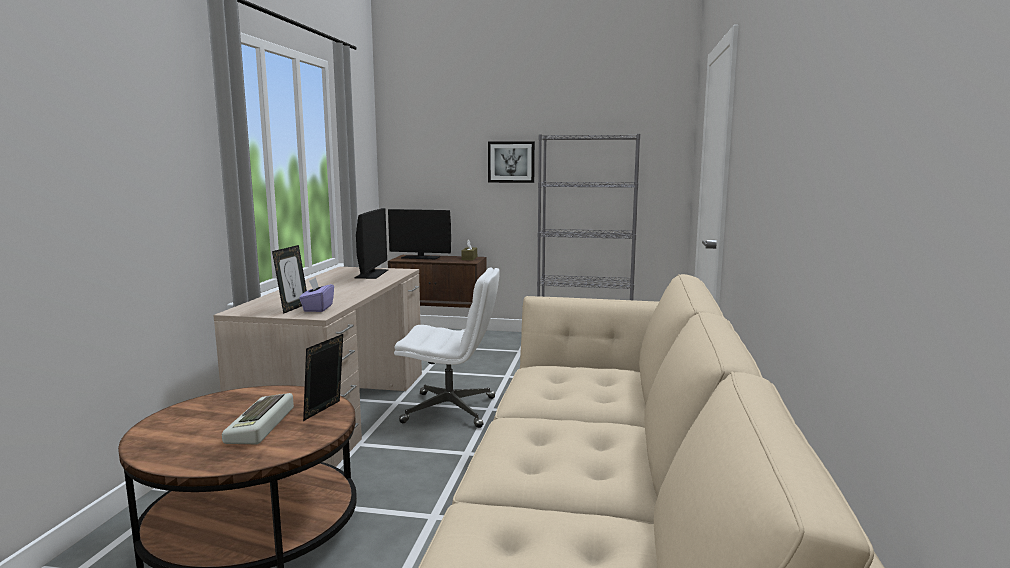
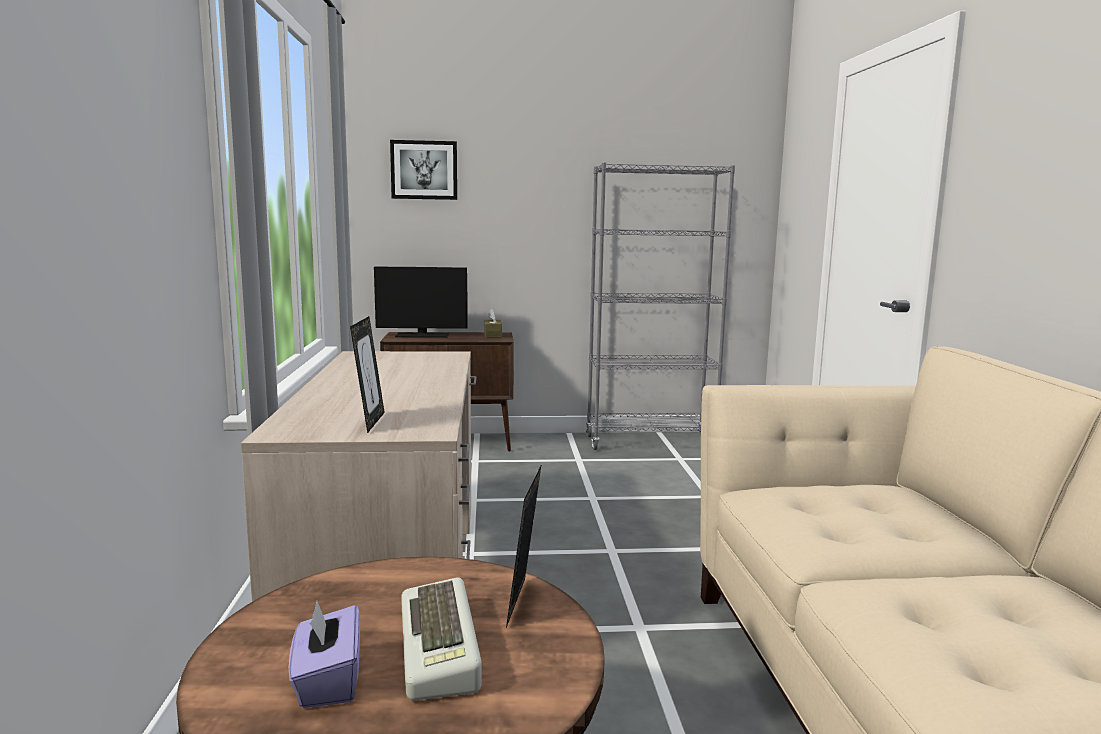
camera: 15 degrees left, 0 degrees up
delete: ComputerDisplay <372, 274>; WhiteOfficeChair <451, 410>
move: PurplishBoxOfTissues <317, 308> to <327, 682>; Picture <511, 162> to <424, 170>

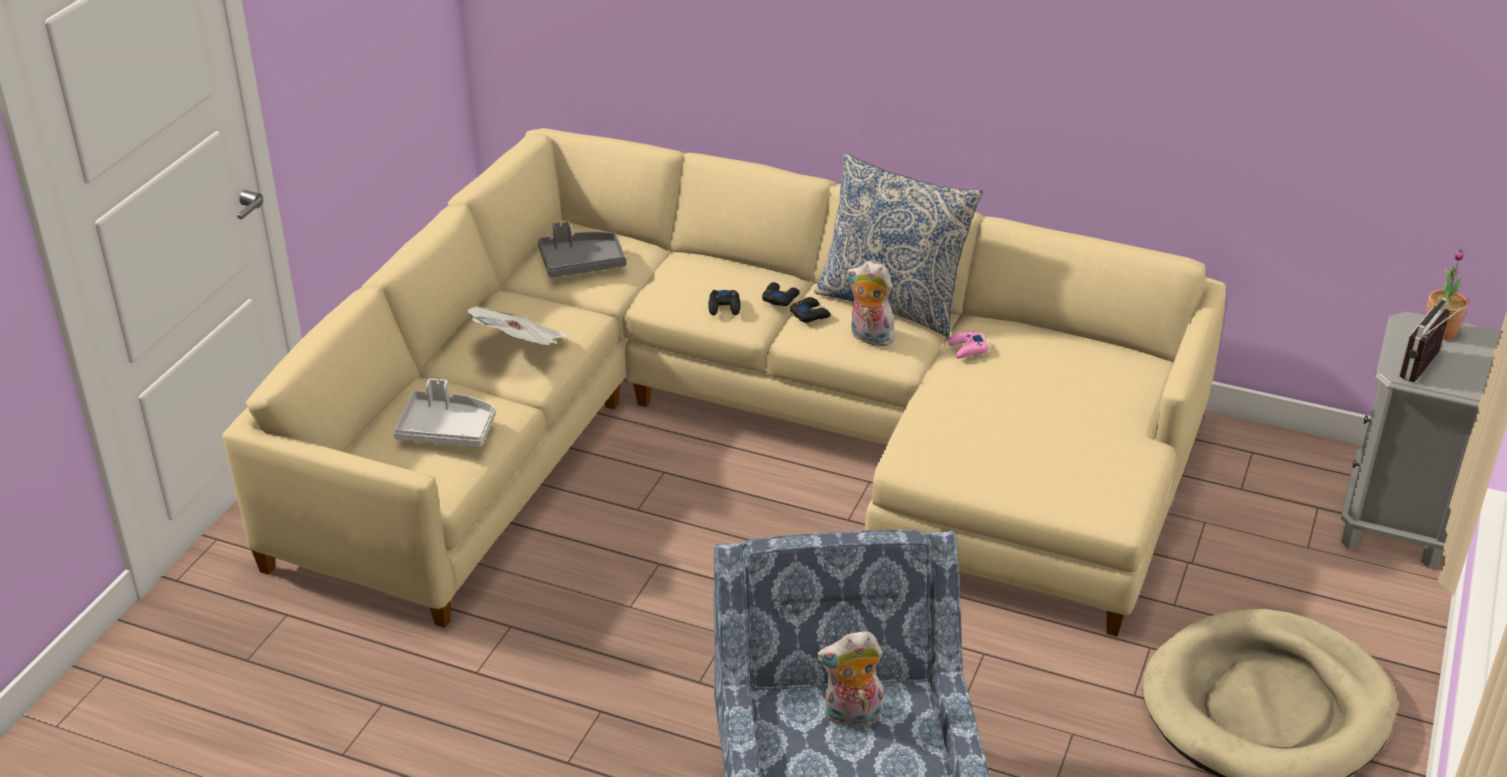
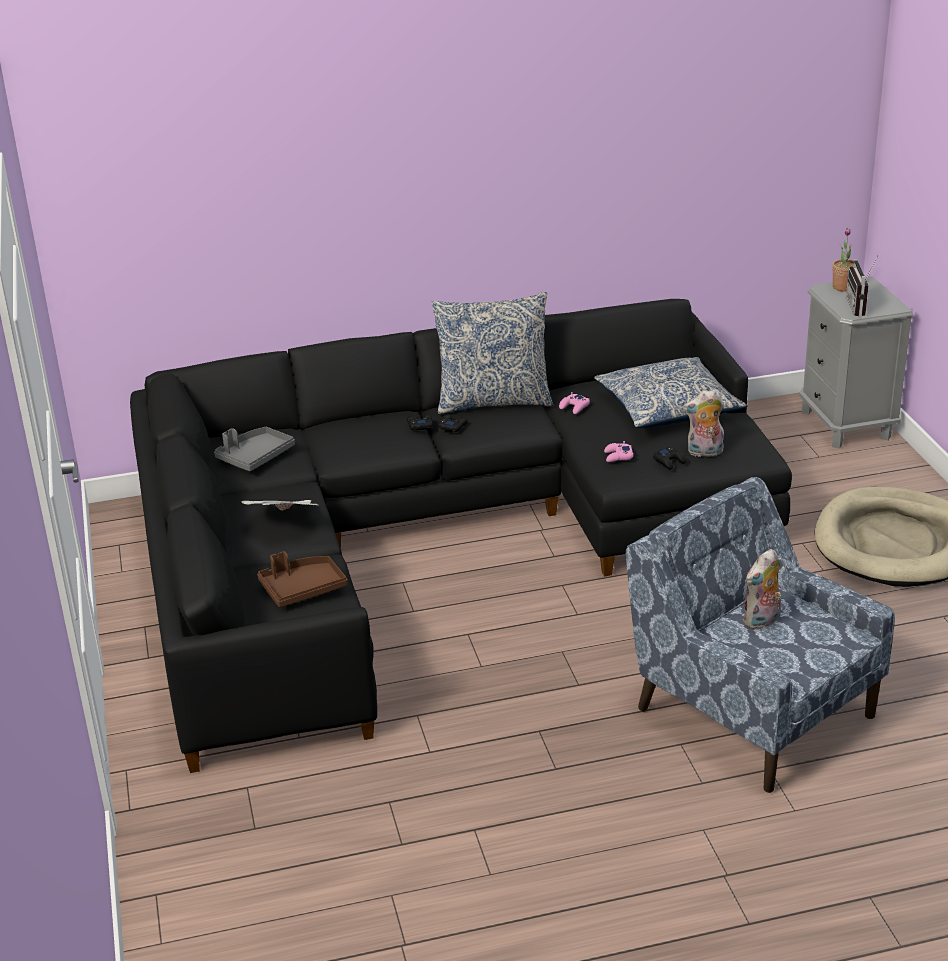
camera: 35 degrees left, 5 degrees down
insert: Pillow <668, 407>; PinkishJoypad <618, 456>
move: BlackishJoypad <724, 307> to <669, 461>; CuddlyToy <869, 337> to <704, 452>
recolor: SandColouredCouch <742, 437> to BlackishCouch <428, 540>; GreyServingTray <447, 430> to BrownishServingTray <302, 589>

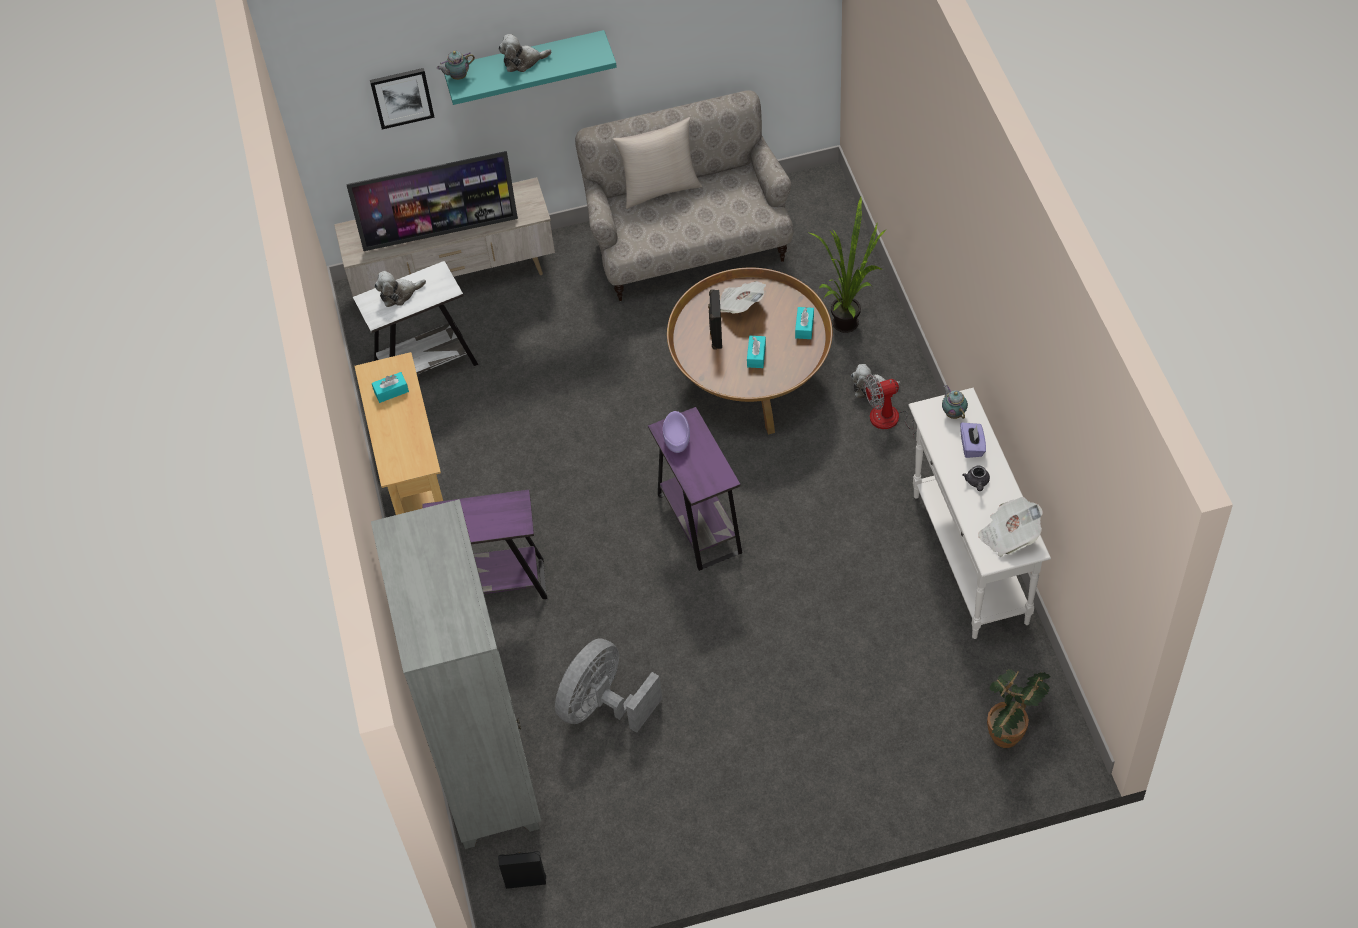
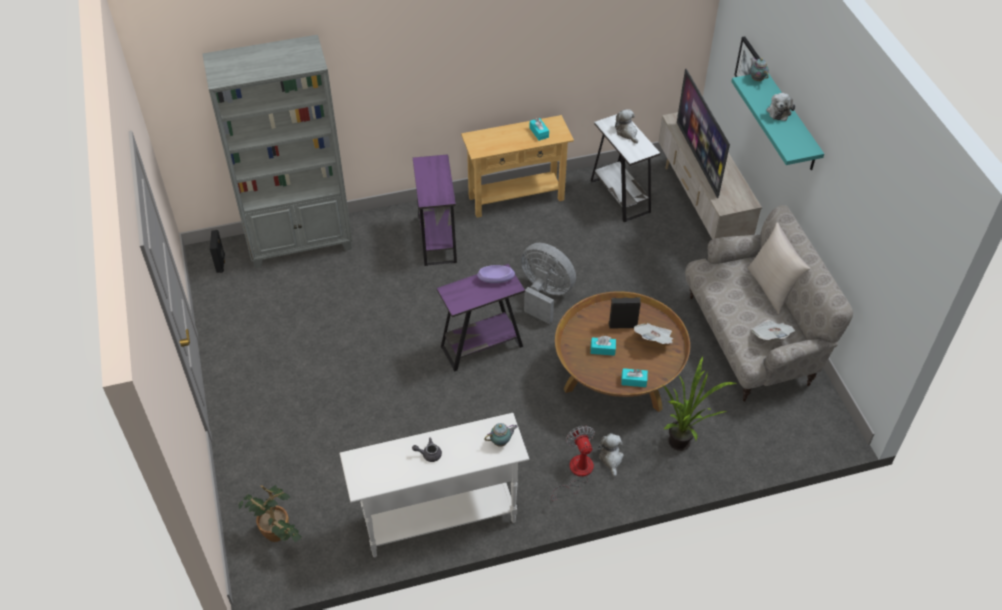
camera: 85 degrees right, 5 degrees down
delete: PurplishBoxOfTissues <972, 446>
move: GreyElectricFan <603, 706> to <544, 295>; PrintedPaper <1009, 535> to <770, 336>
rotate: CuddlyToy <523, 61> = <779, 111> 150 degrees counterclockwise

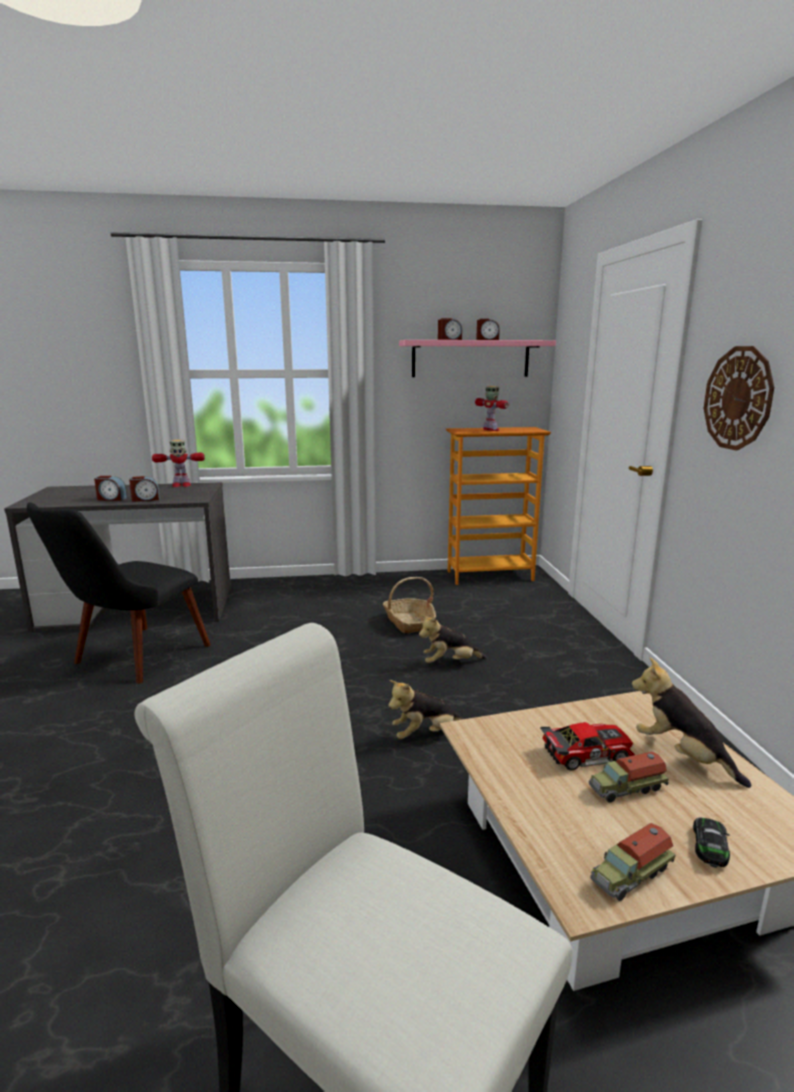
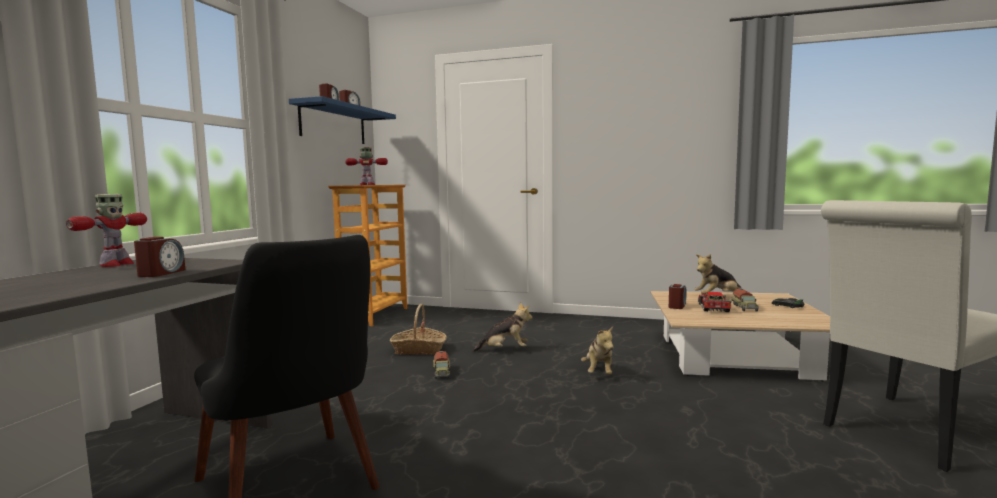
camera: 65 degrees left, 10 degrees down
delete: HangingClock <738, 398>
move: AlarmClock <111, 499> to <677, 306>; ModelTruck <630, 874> to <442, 373>
recolor: PinkishShelf <470, 359> to BlueShelf <333, 124>
rotate: CuddlyToy <450, 663> = <505, 350> 105 degrees counterclockwise

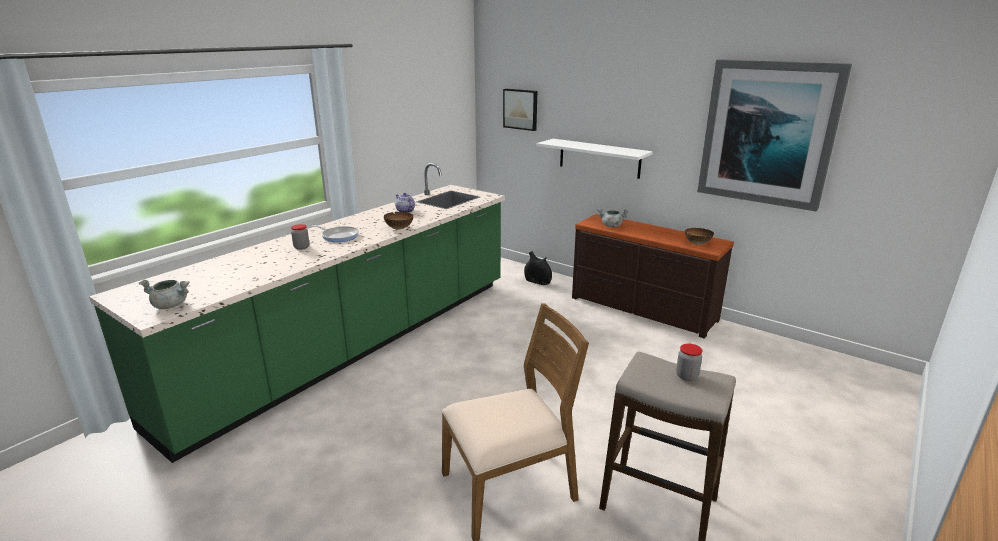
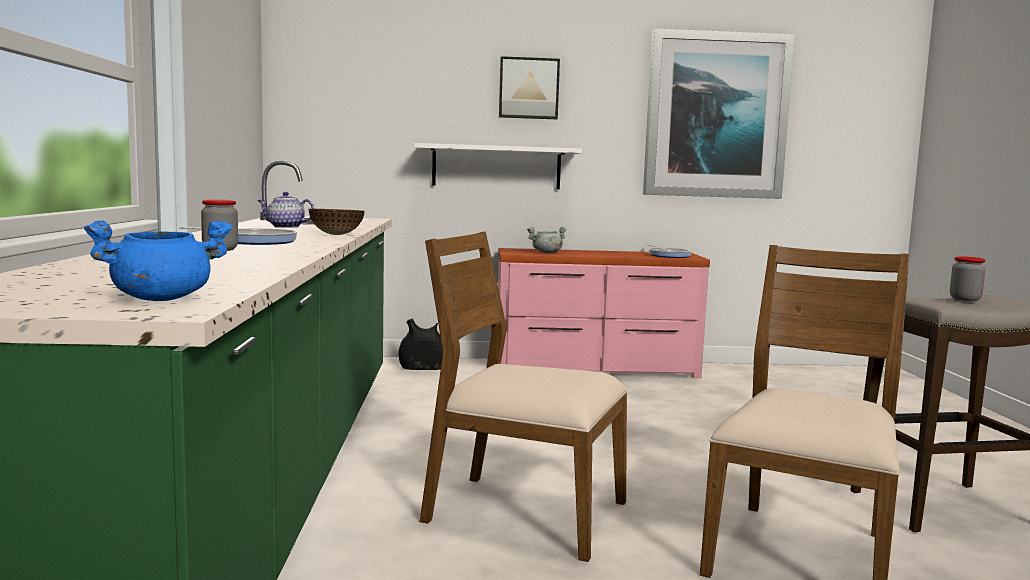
camera: 40 degrees left, 15 degrees down
insert: BrownishChair <523, 512>
move: Picture <521, 109> to <528, 88>
replace: Bowl <697, 243> to Skillet <668, 255>
recolor: GreyCookingPot <171, 305> to BlueCookingPot <162, 299>; BrownishDresser <642, 309> to PinkishDresser <595, 369>

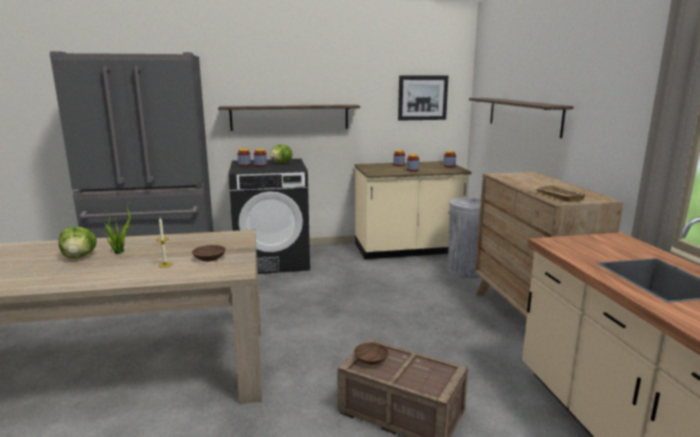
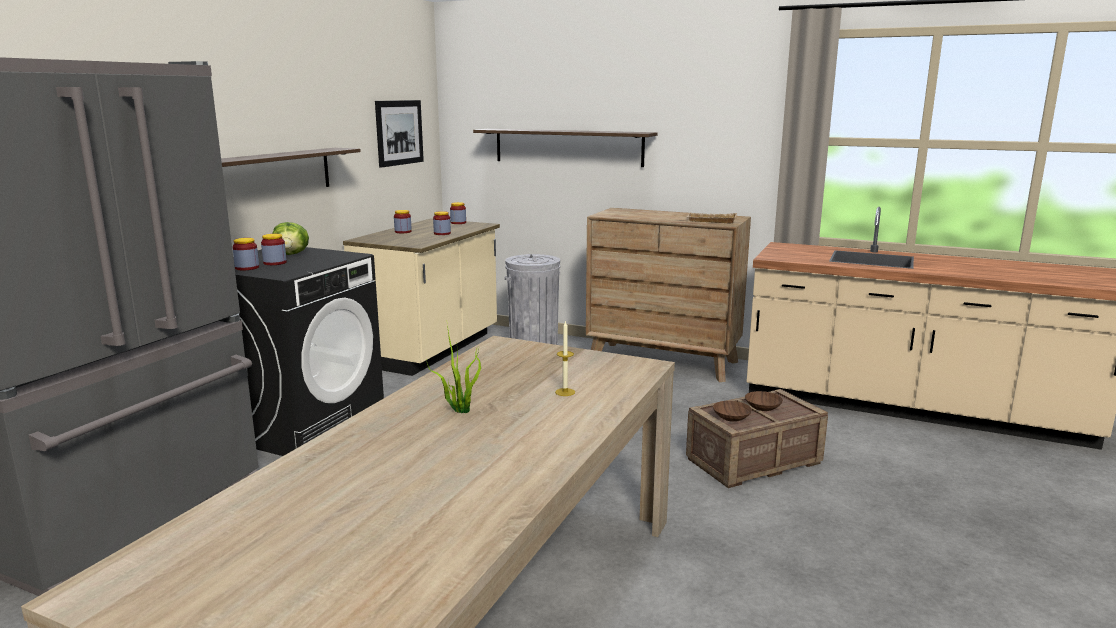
camera: 55 degrees left, 0 degrees up
delete: HeadOfLettuce <79, 257>
move: BrownishBowl <210, 258> to <762, 406>

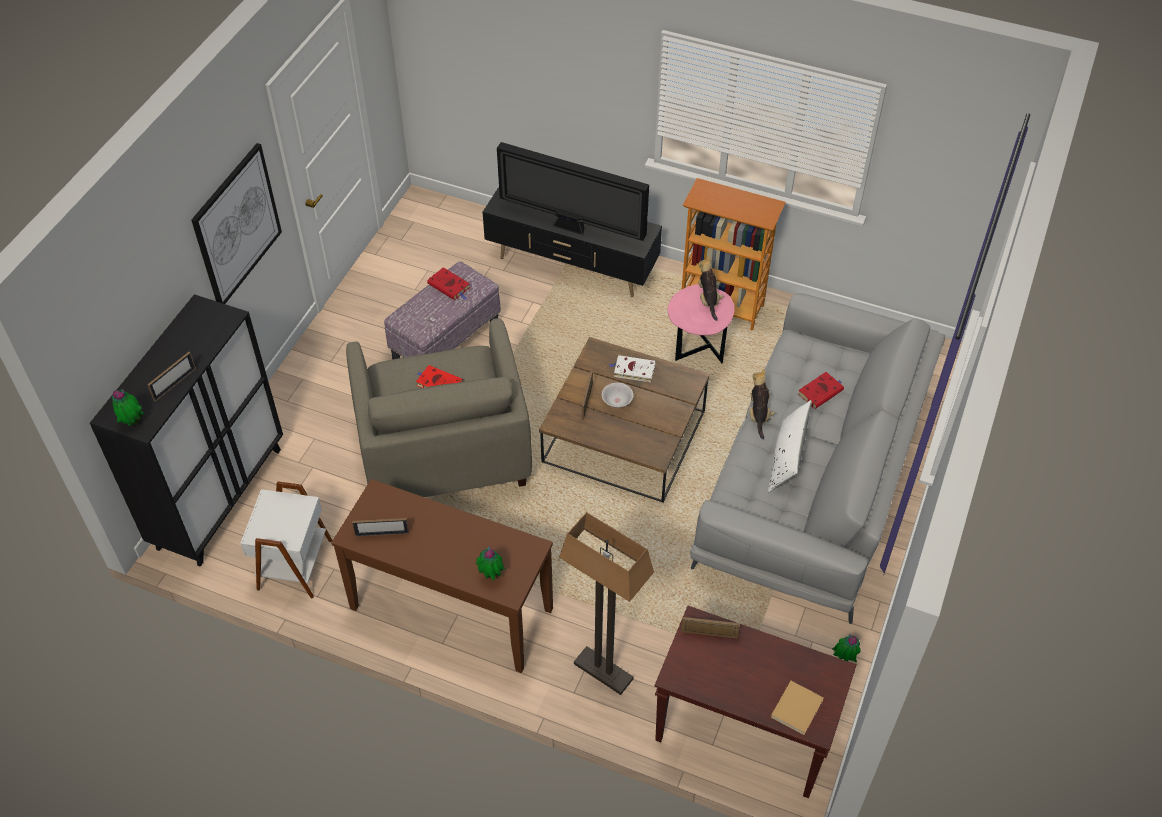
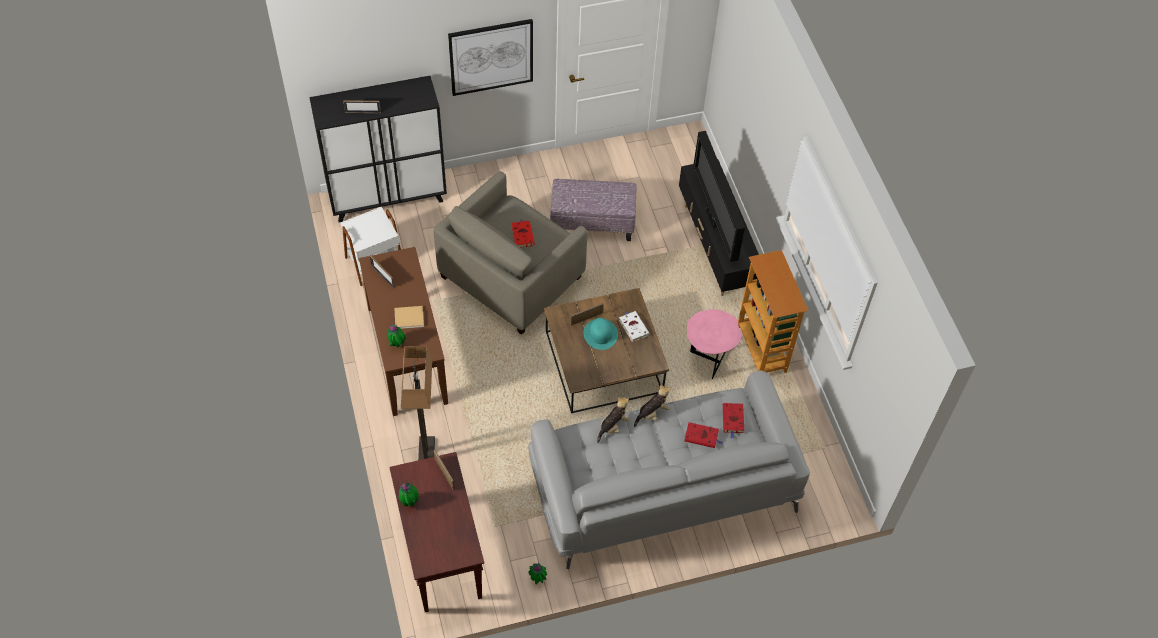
camera: 50 degrees right, 5 degrees up
delete: WhitePillow <787, 458>
move: PottedPlant <132, 422> to <409, 502>; RedColouredBoundBook <450, 286> to <733, 420>; CuddlyToy <708, 300> to <613, 426>; SandColouredBoundBook <797, 707> to <410, 318>
replace: WhiteBowl <617, 402> to BlueGreenClothingHat <600, 334>

